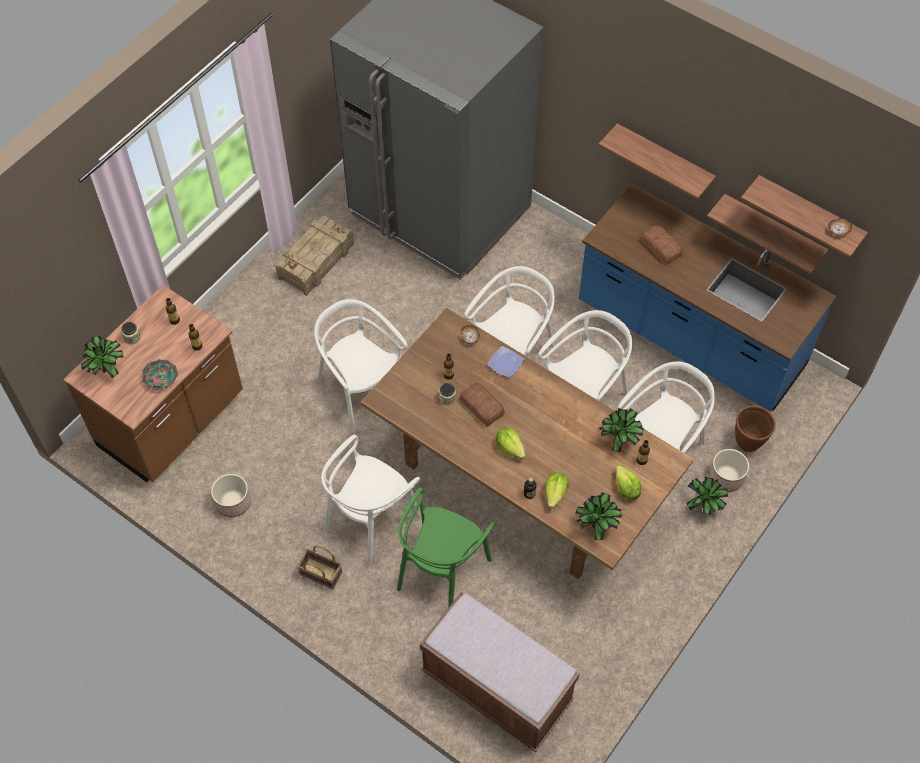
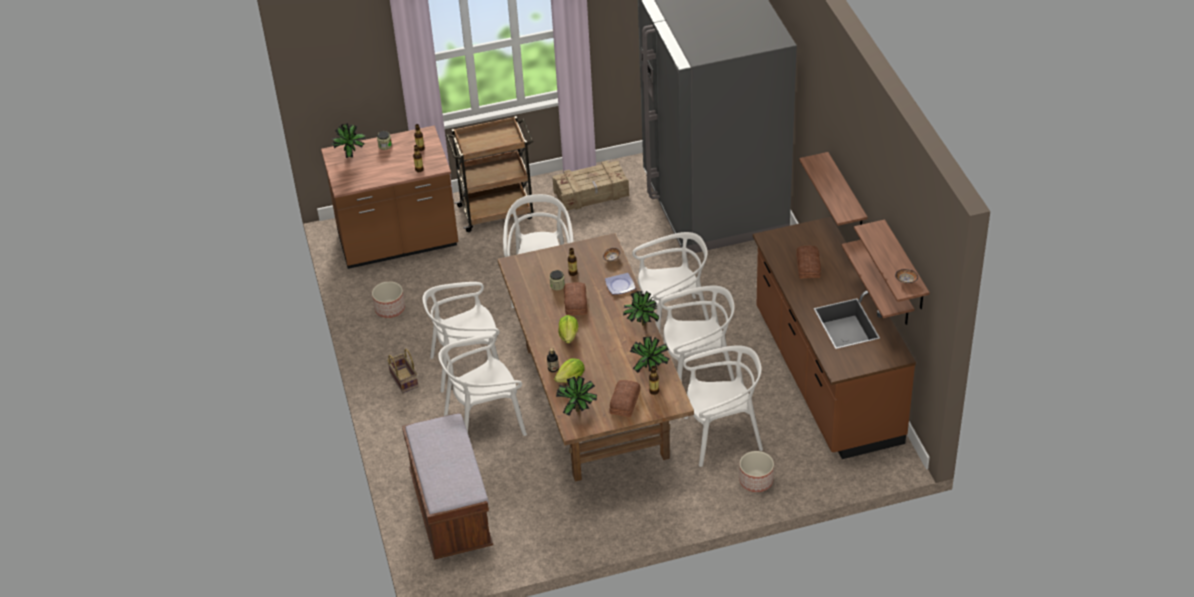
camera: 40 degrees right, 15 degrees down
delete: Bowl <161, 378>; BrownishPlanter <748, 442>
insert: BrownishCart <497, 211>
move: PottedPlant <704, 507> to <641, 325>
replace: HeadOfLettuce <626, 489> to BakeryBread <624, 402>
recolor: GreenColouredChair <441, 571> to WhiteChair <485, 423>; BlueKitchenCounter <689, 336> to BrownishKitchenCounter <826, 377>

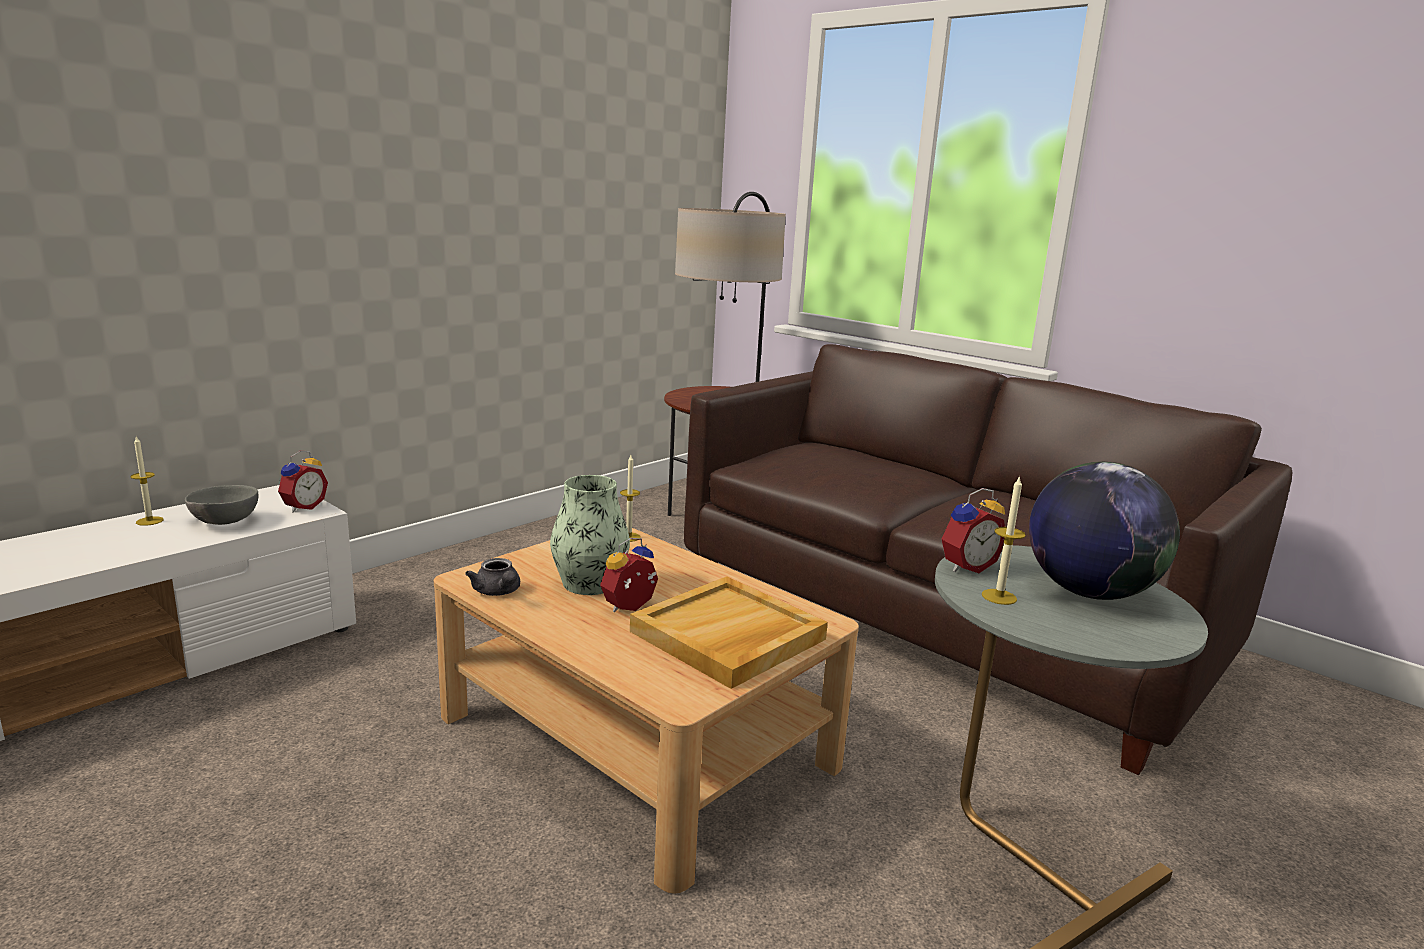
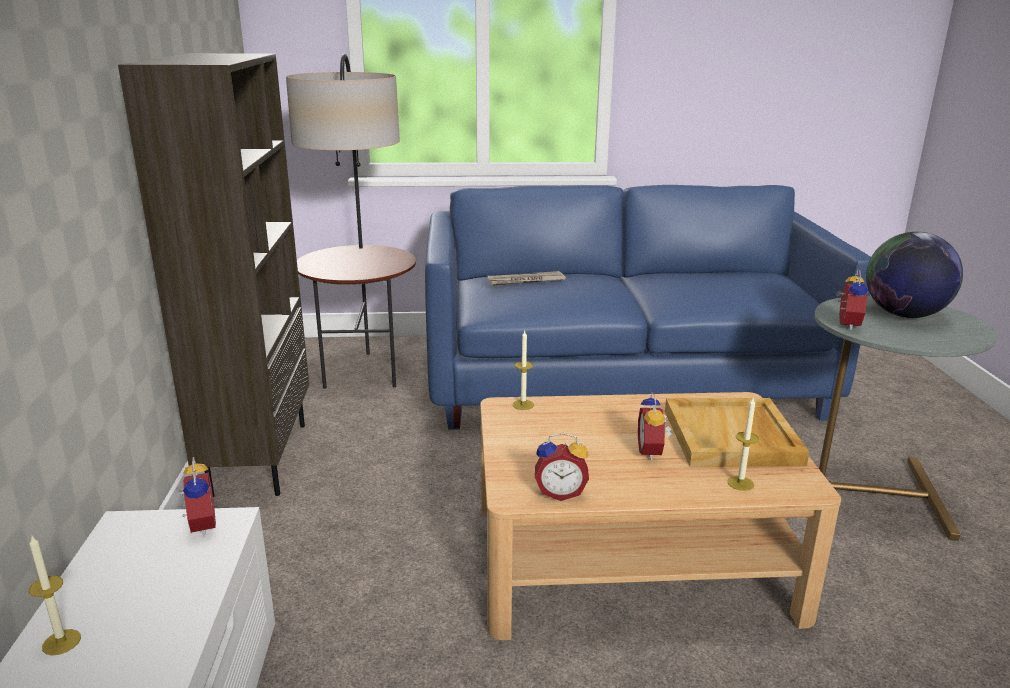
camera: 45 degrees left, 5 degrees up
delete: GreyBowl <223, 522>; FlowerVase <590, 583>
insert: BrownishBookshelf <258, 458>; PrintedPaper <525, 281>
move: WaxLight <999, 597> to <740, 483>
replace: GreyTeaPot <498, 592> to AlarmClock <560, 492>
recolor: BrownishCouch <939, 621> to BlueCouch <623, 383>

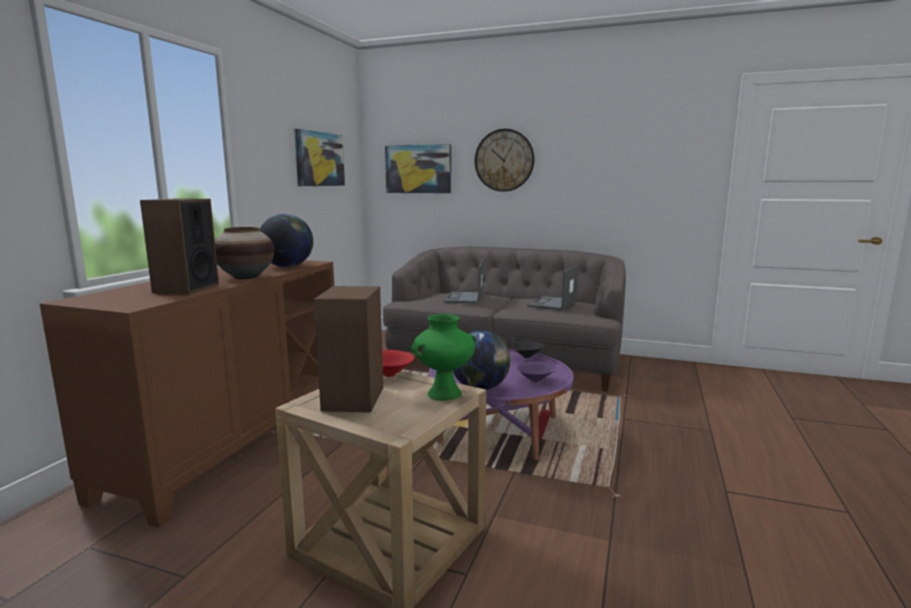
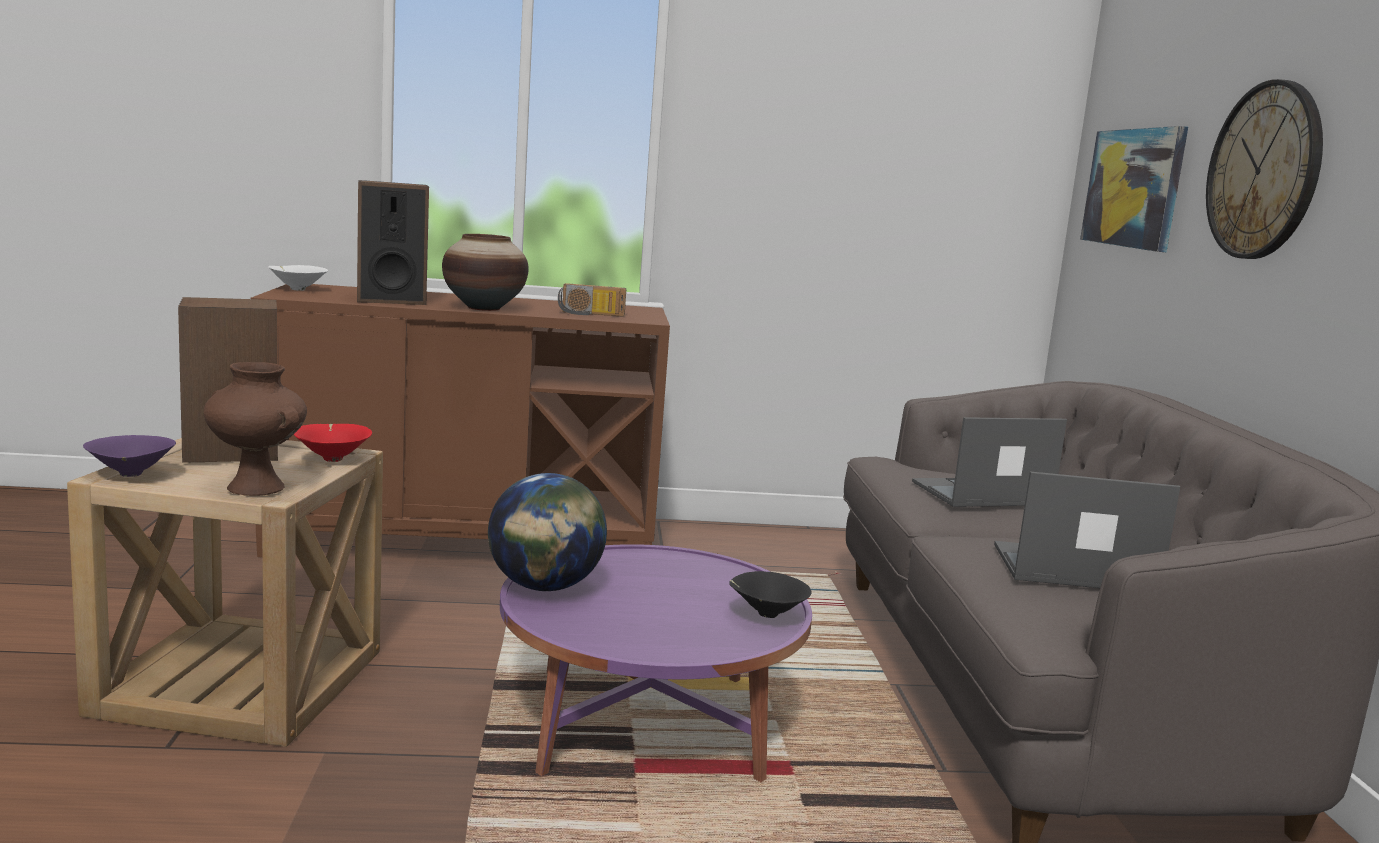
camera: 65 degrees right, 0 degrees up
delete: Picture <319, 159>
insert: WhiteBowl <297, 289>
move: PurplishBowl <536, 381> to <130, 475>
replace: Globe <287, 266> to Radio <590, 314>
recolor: GreenColouredFlowerVase <444, 393> to BrownishFlowerVase <258, 488>

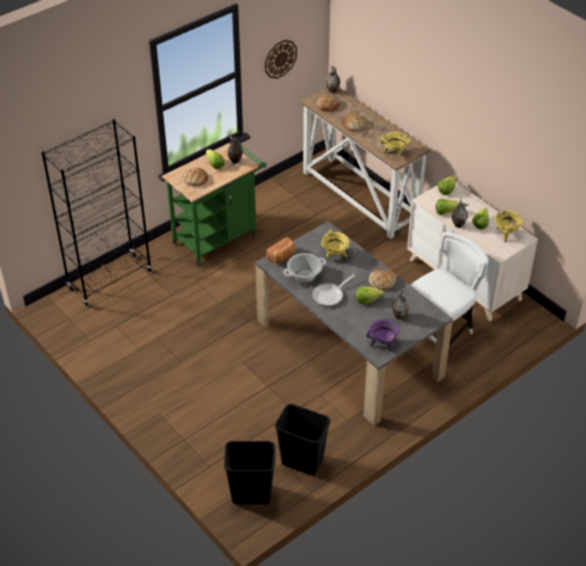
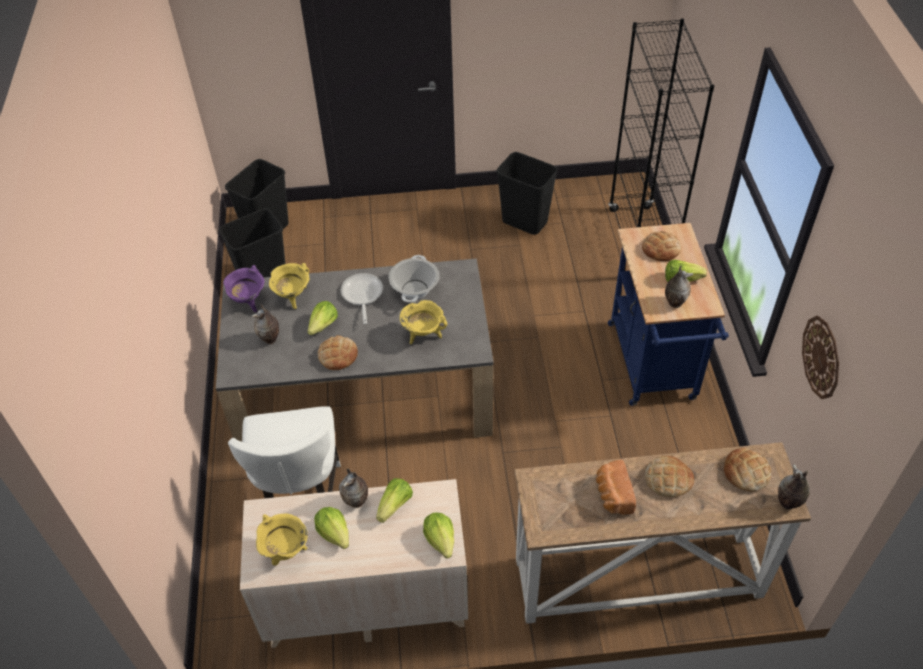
camera: 125 degrees right, 5 degrees up
insert: BlackishRubbishBin <525, 221>
move: BakeryBread <282, 257> to <612, 495>; YellowColouredCookingPot <395, 153> to <293, 297>
recolor: GreenColouredCart <219, 236> to BlueCart <653, 367>

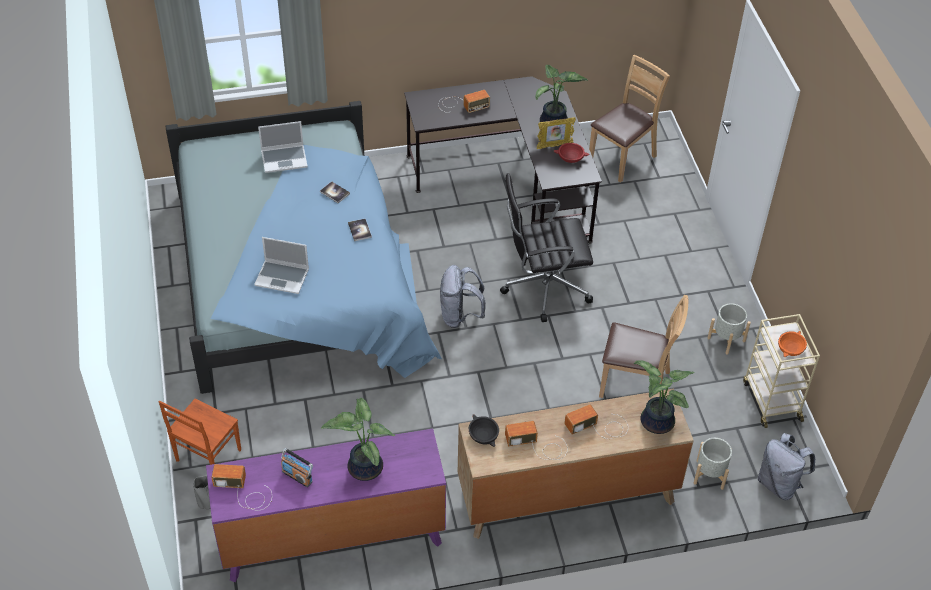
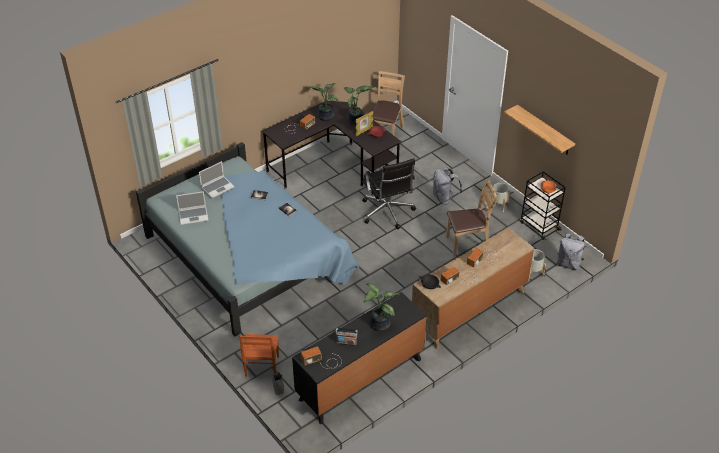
camera: 25 degrees left, 5 degrees down
insert: Shelf <544, 130>
move: NotebookComputer <283, 277> to <194, 215>; GreyKnapsack <460, 316> to <444, 198>; PottedPlant <654, 422> to <325, 117>
recolor: PurplishDresser <331, 537> to BlackishDresser <360, 379>; SandColouredCart <771, 400> to BlackishCart <539, 226>
rotate: BlackishOfficeChair <543, 287> = <387, 212> 75 degrees counterclockwise

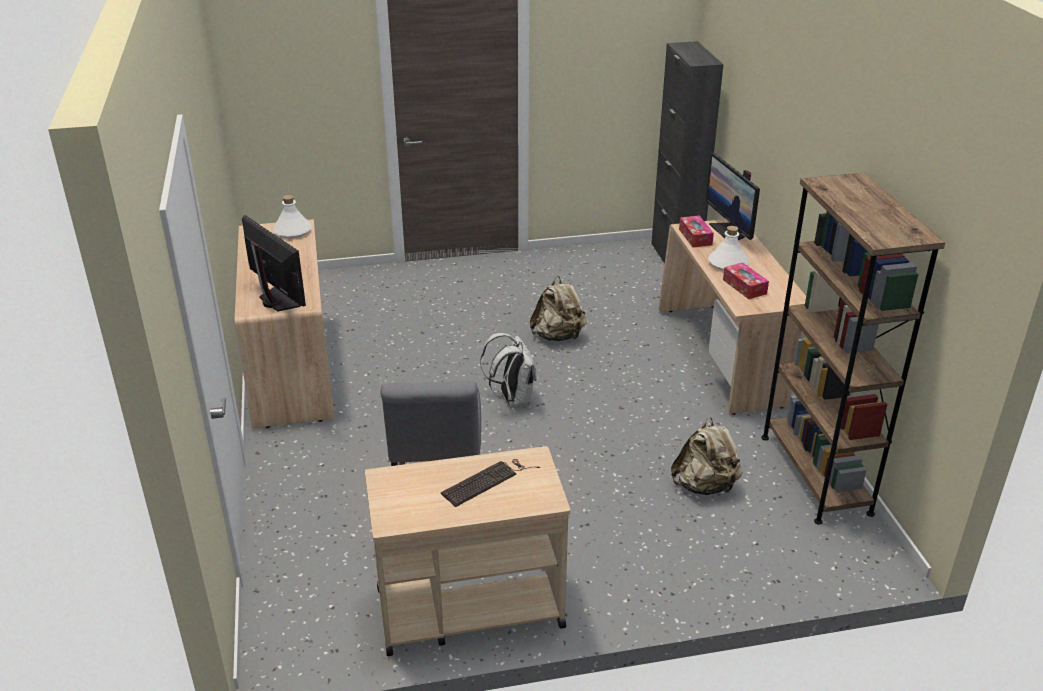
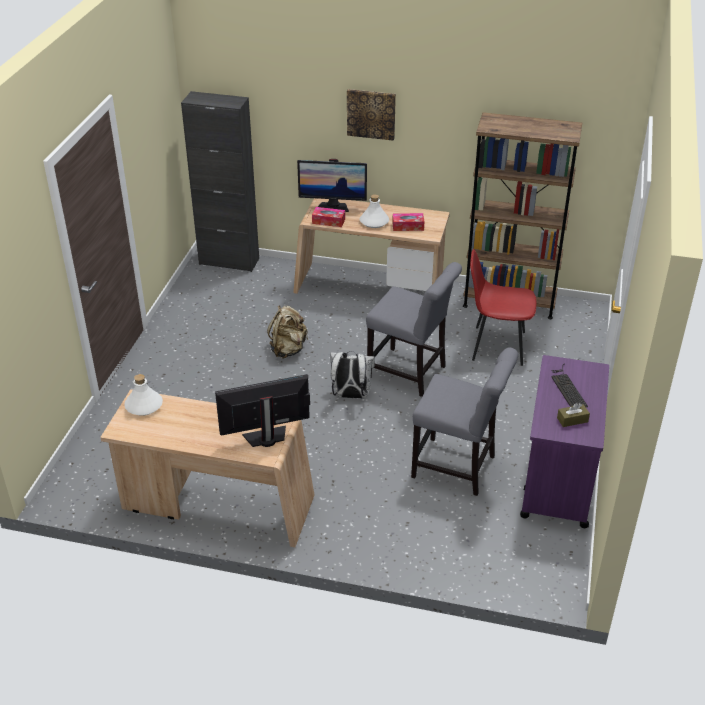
camera: 65 degrees left, 5 degrees up
insert: Picture <371, 114>; GreyChair <410, 374>; BrownishBoxOfTissues <572, 420>
replace: SandColouredKnapsack <705, 486> to RedColouredChair <496, 345>
recolor: SandColouredCart <468, 607> to PurplishCart <558, 480>

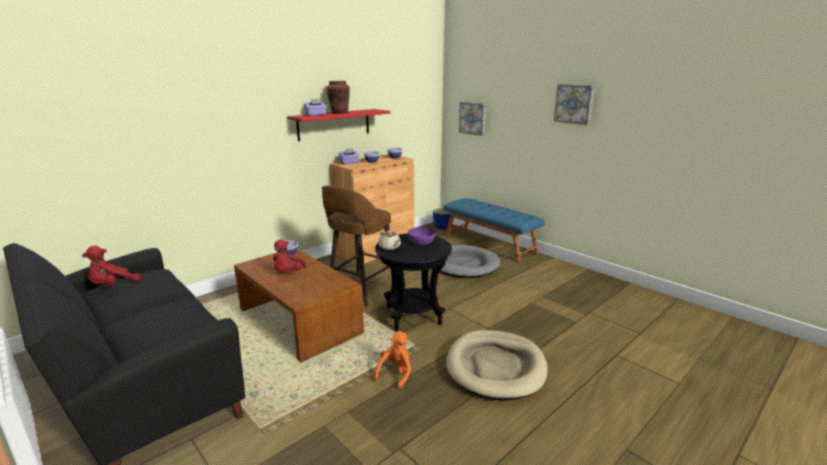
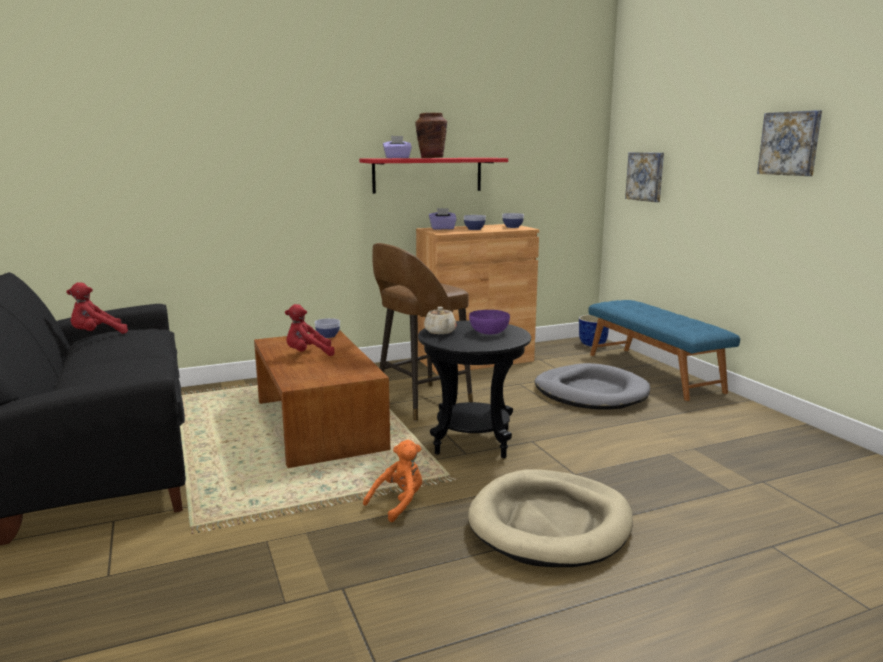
camera: 20 degrees right, 5 degrees down
rotate: RedColouredCuddlyToy <288, 273> = <308, 354> 45 degrees clockwise

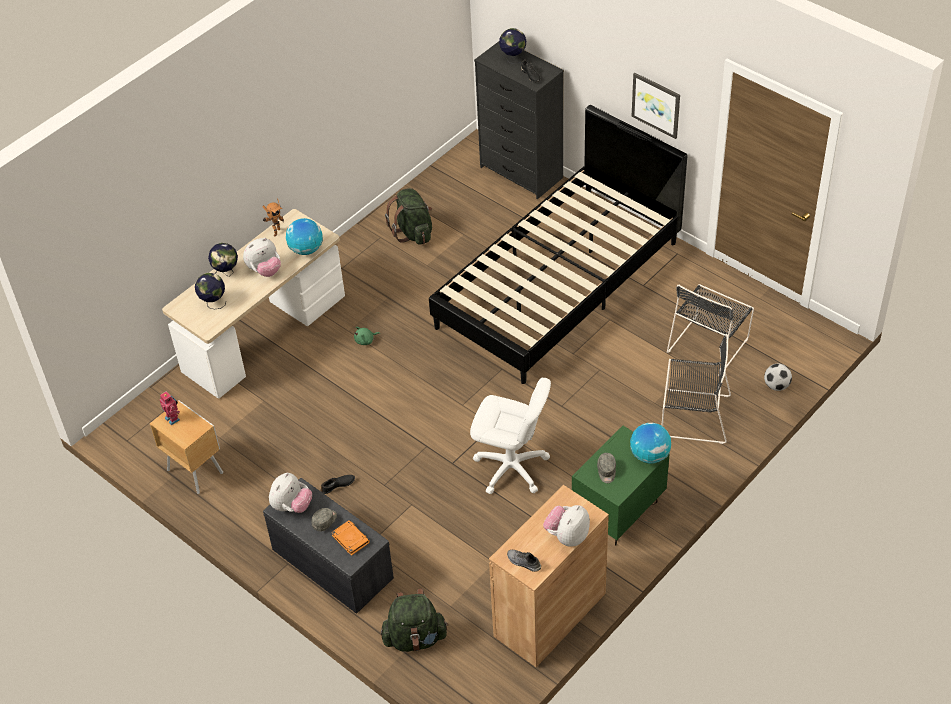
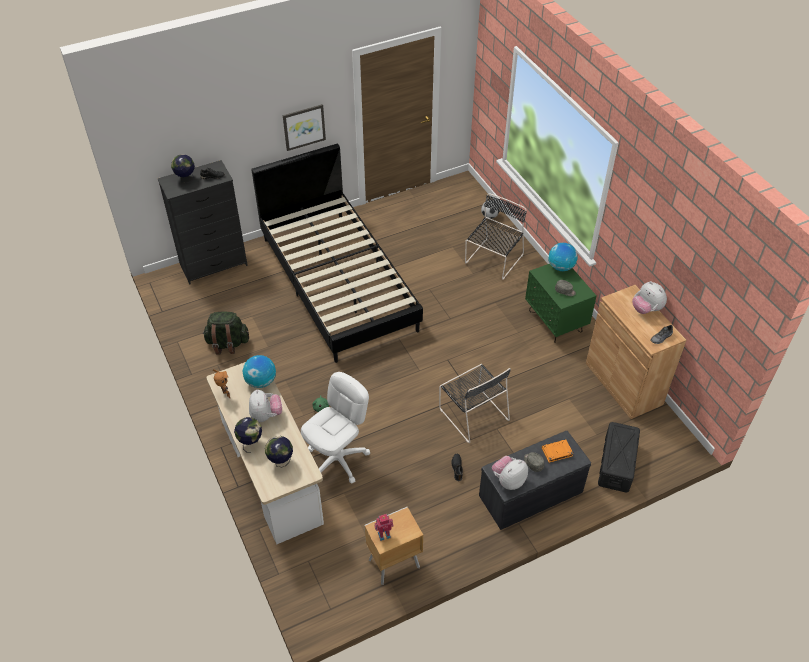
camera: 70 degrees left, 0 degrees up
move: WhiteOfficeChair <511, 468> to <338, 459>; BlackishChair <709, 343> to <472, 413>
replace: GreenColouredKnapsack <415, 638> to BlackishStorageContainer <616, 463>
rotate: CuddlyToy <292, 506> = <508, 480> 90 degrees counterclockwise

